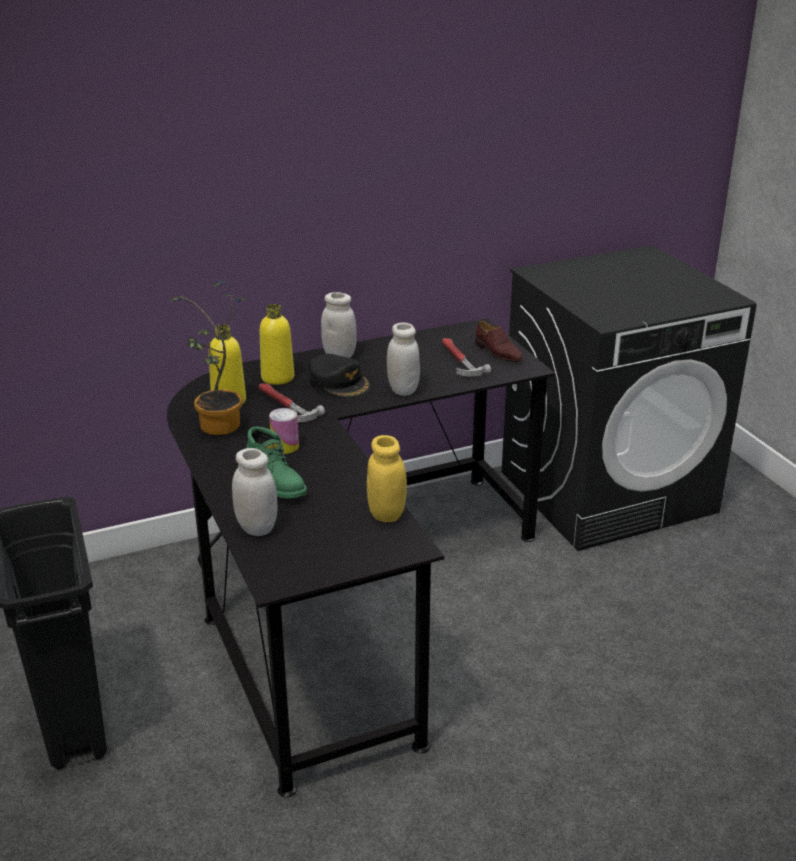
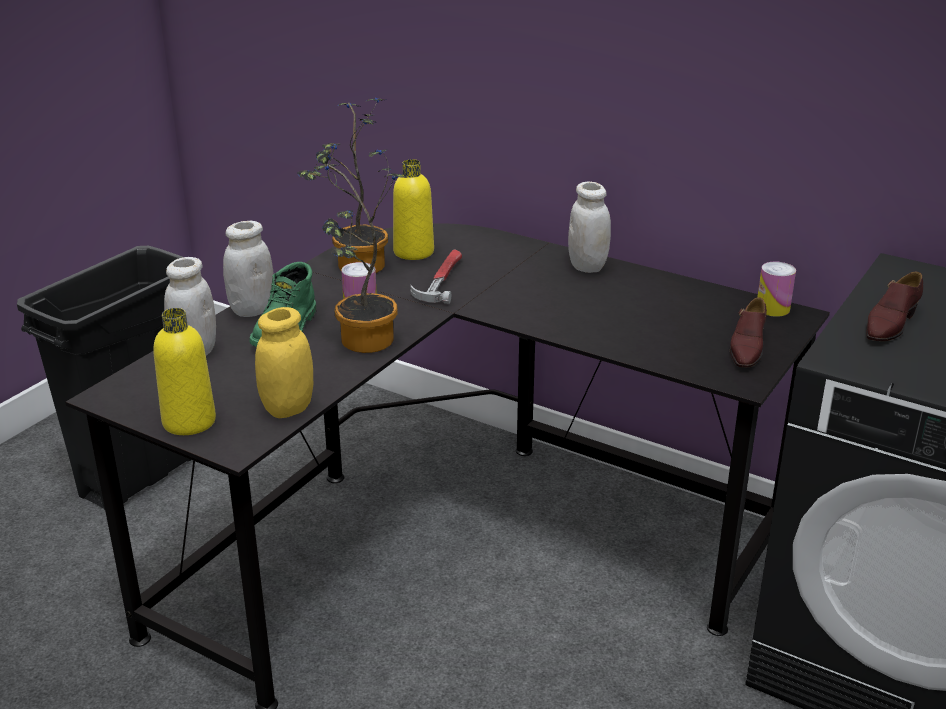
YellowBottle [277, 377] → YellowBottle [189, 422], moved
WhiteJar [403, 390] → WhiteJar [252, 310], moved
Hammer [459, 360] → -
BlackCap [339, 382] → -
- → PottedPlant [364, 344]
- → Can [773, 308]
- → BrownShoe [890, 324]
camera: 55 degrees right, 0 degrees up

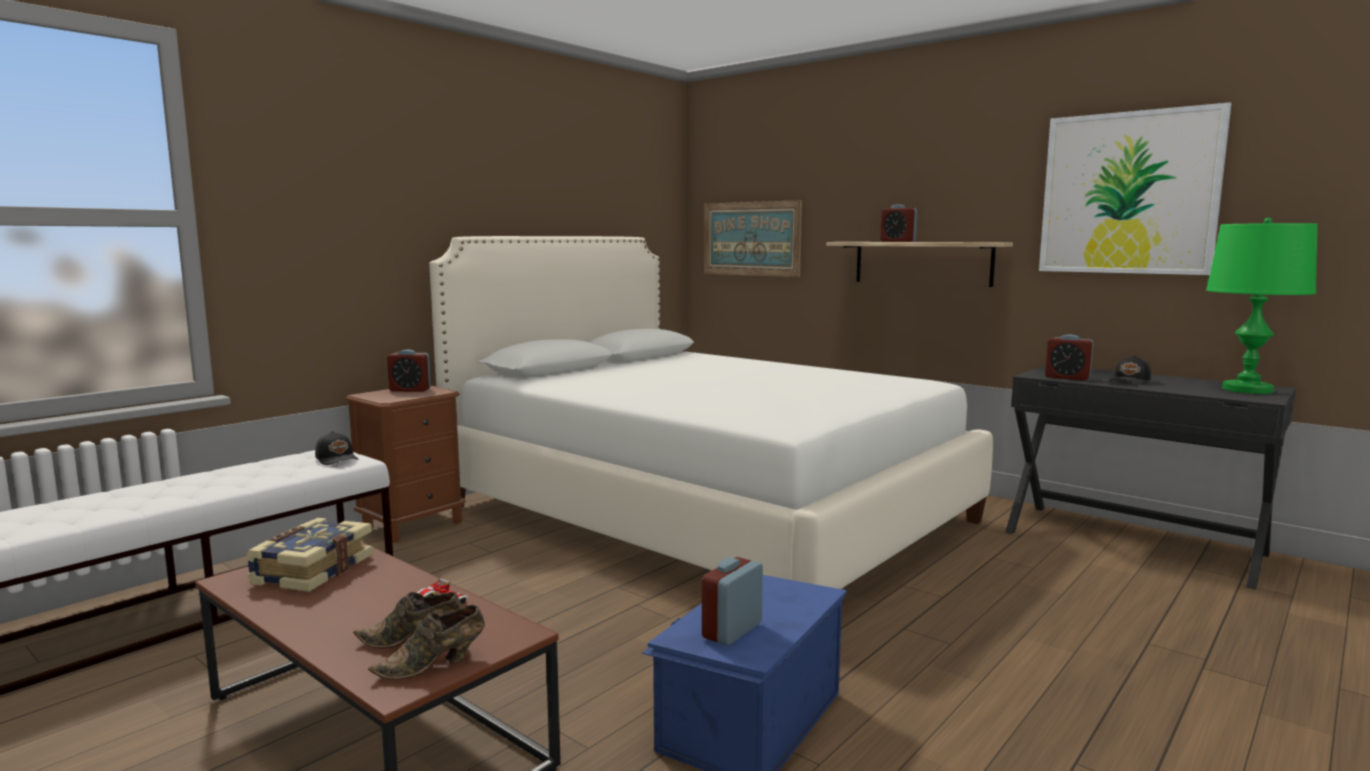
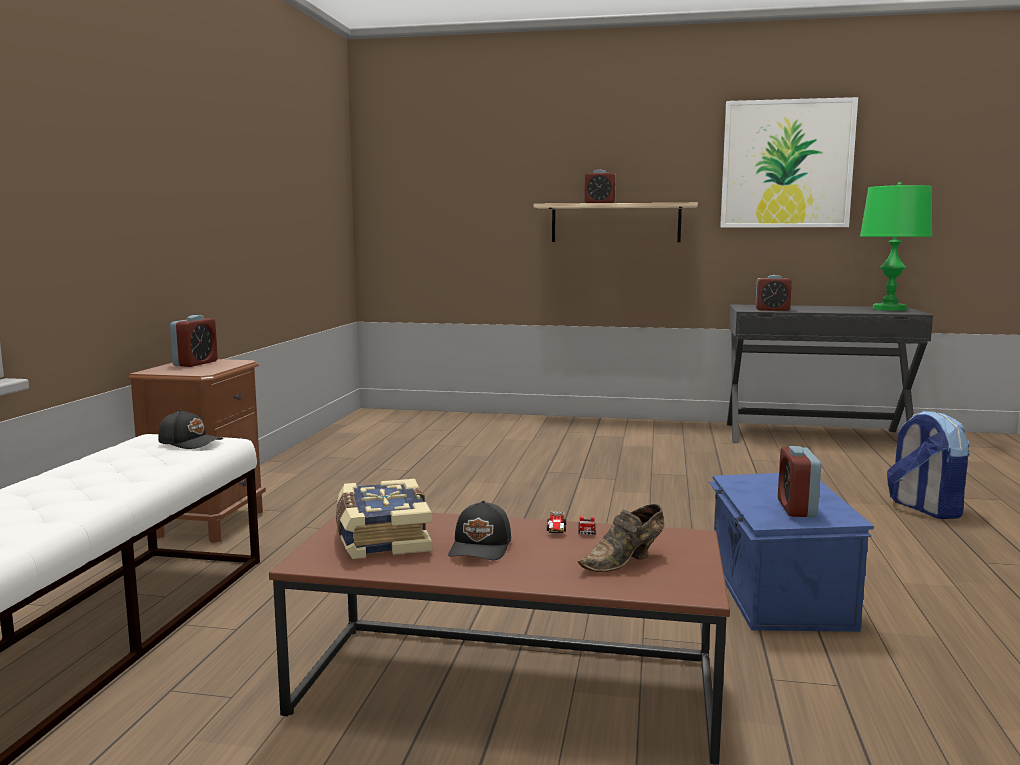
Picture [751, 239] → -
WhiteBed [706, 513] → -
AlarmClock [410, 390] → AlarmClock [195, 363], 45 degrees counterclockwise
BlackCap [1131, 381] → BlackCap [481, 547], moved
BrownShoe [434, 665] → -
- → Backpack [924, 508]
camera: 30 degrees left, 0 degrees up

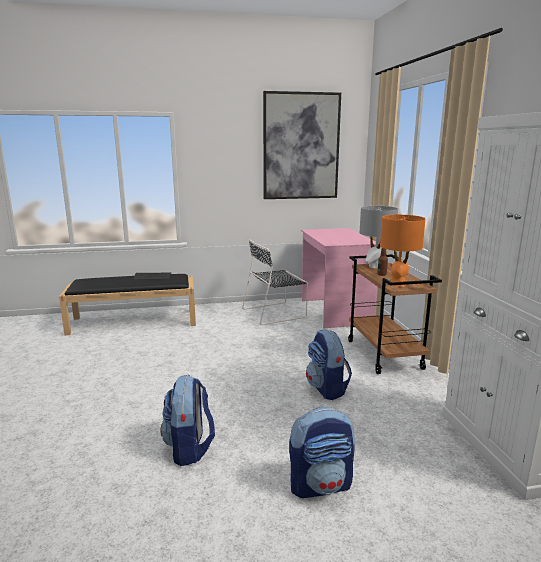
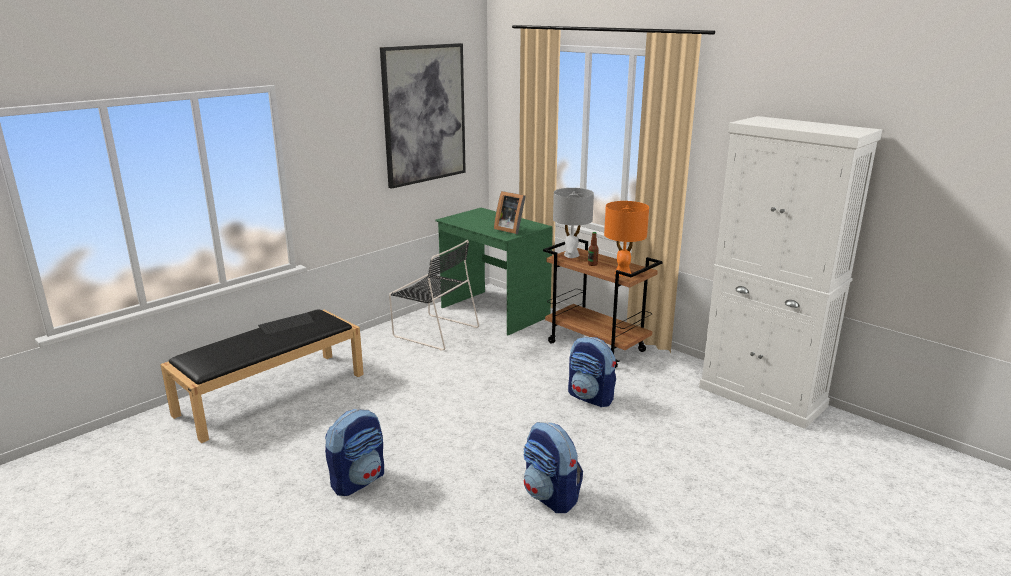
PinkDesk [334, 311] → GreenDesk [493, 312]
BlackChair [275, 313] → BlackChair [434, 331], 90 degrees counterclockwise
Backpack [321, 485] → Backpack [358, 480], moved
- → PictureFrame [510, 229]
camera: 35 degrees left, 5 degrees up

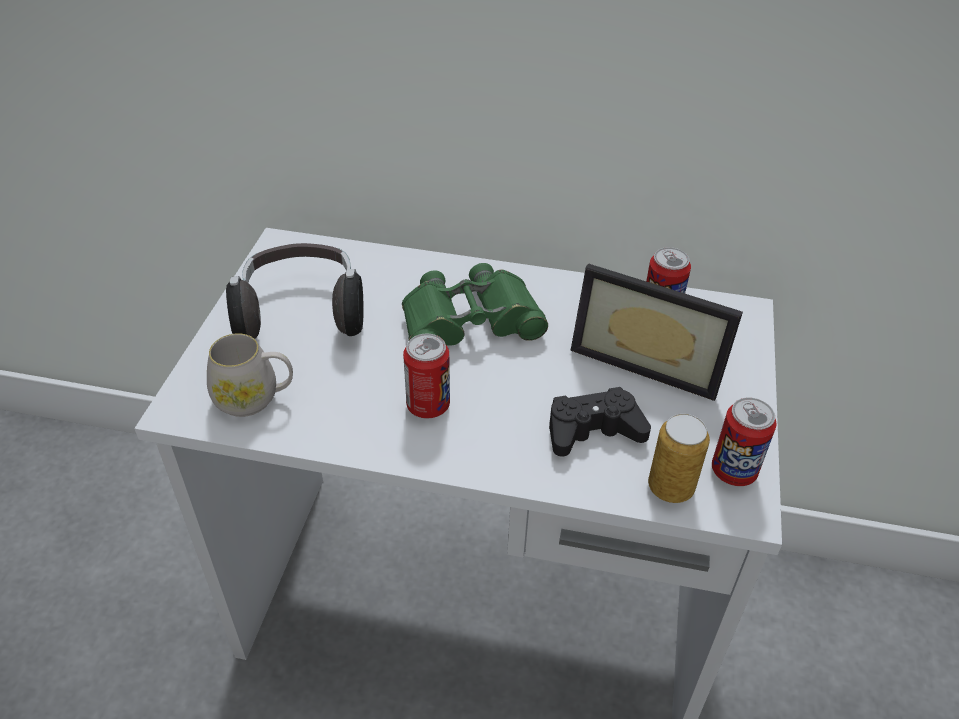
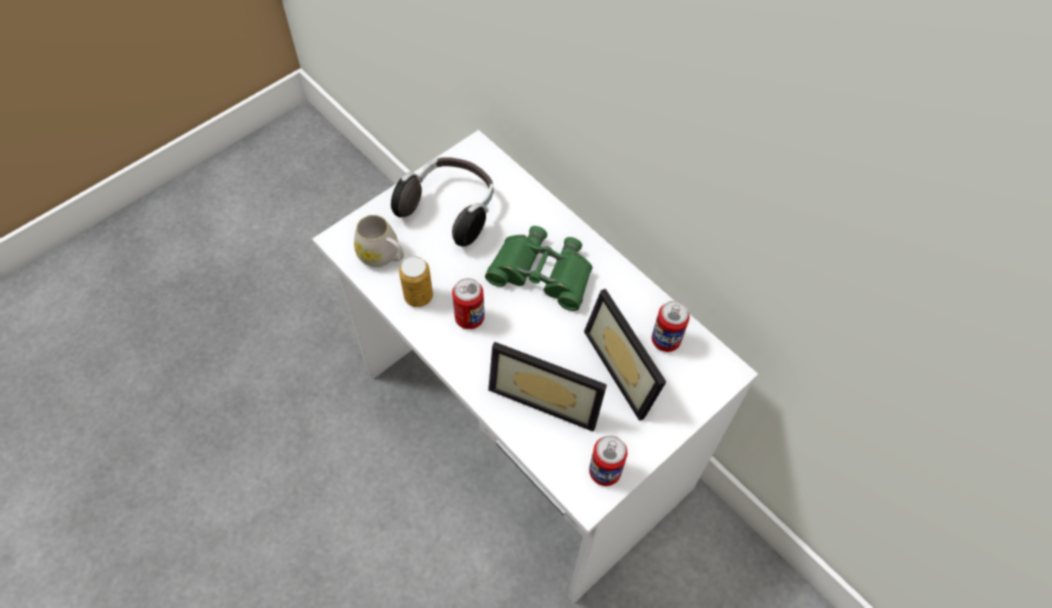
BlackGameController [593, 430] → PictureFrame [548, 393]
Can [670, 487] → Can [418, 296], moved
camera: 35 degrees right, 15 degrees up

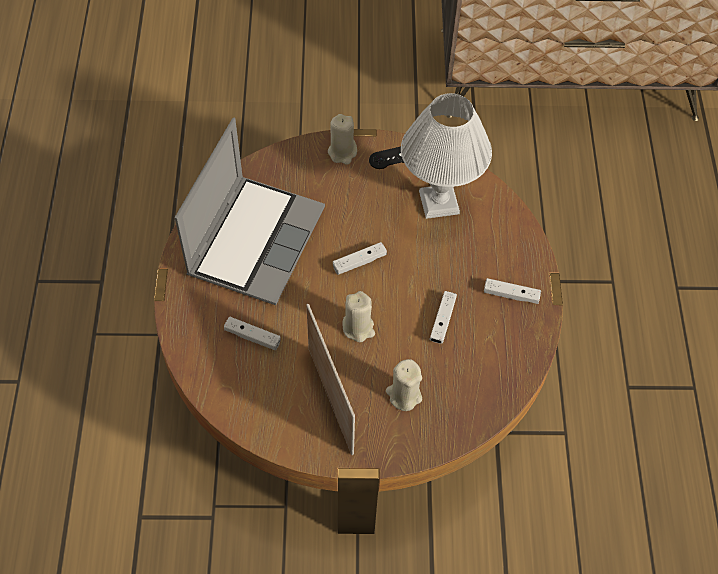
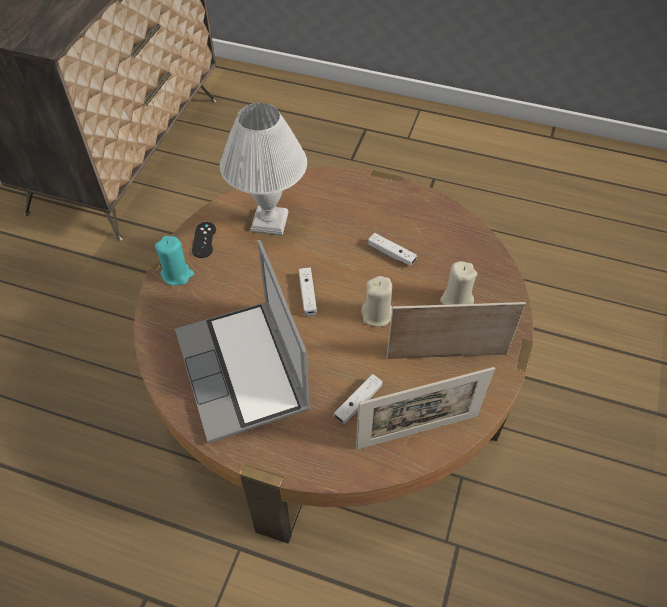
BeigeCandle [342, 152] → TurquoiseCandle [177, 274]
Laptop [255, 239] → Laptop [244, 372], 150 degrees counterclockwise
WhiteGameController [511, 295] → -
- → PictureFrame [417, 431]
camera: 70 degrees left, 5 degrees down

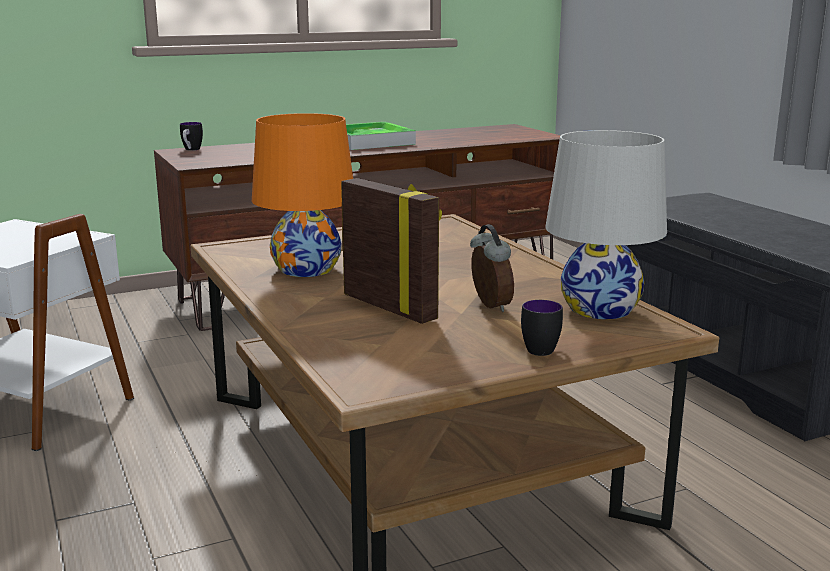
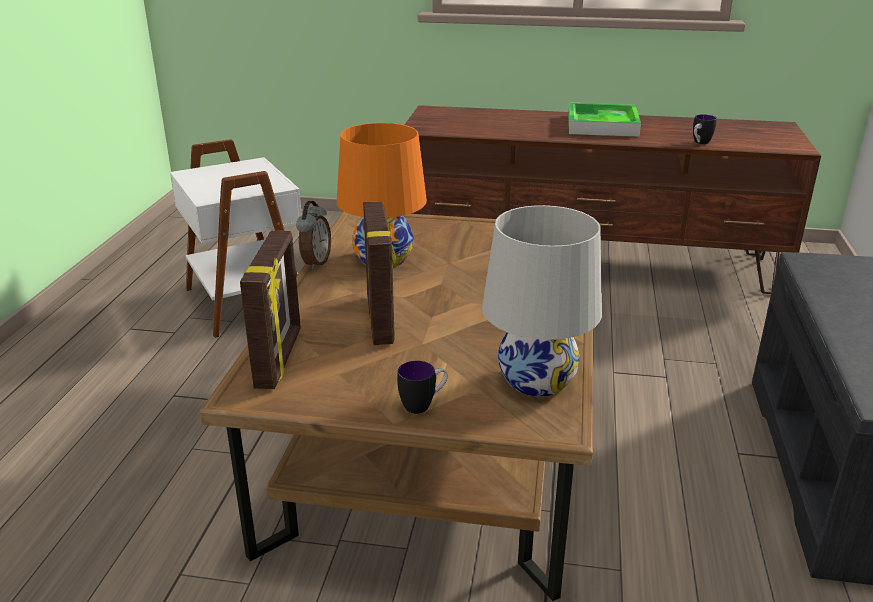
Mug [191, 150] → Mug [699, 143], moved
AlarmClock [489, 306] → AlarmClock [315, 262], moved
- → PictureFrame [280, 358]
camera: 35 degrees right, 10 degrees up

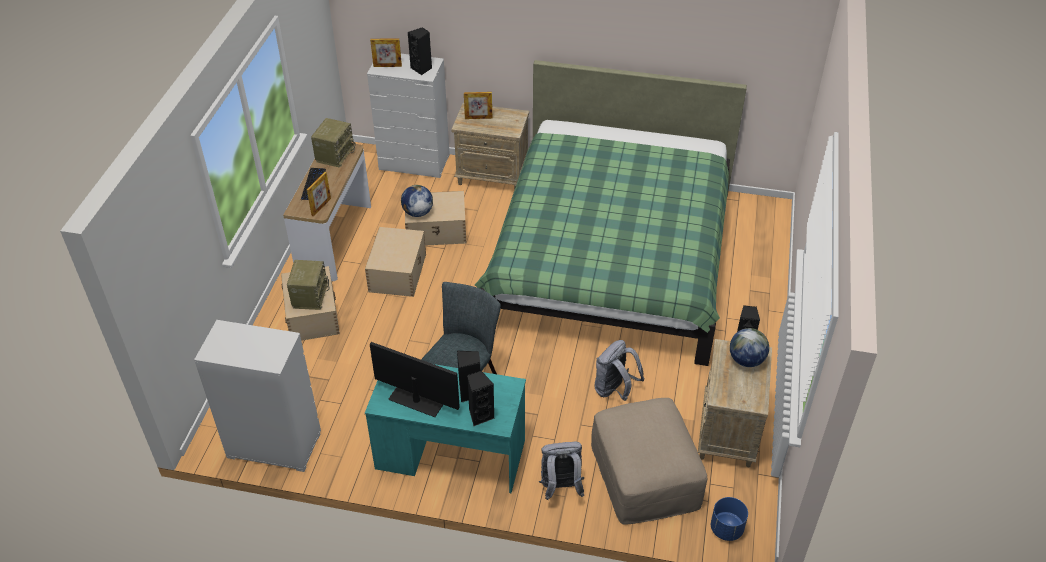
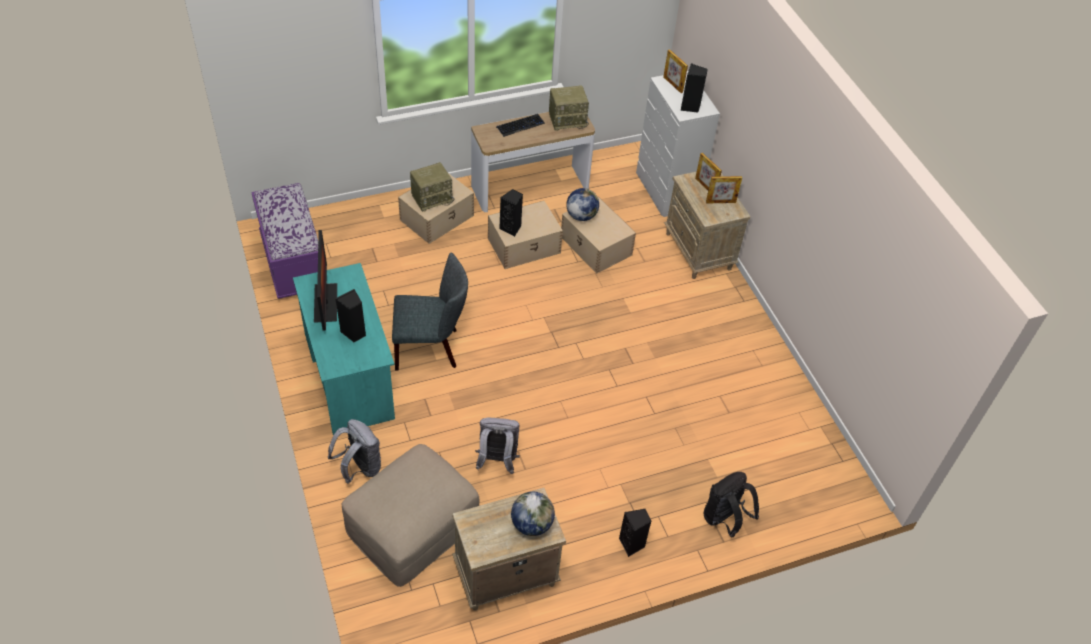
GreenBed [611, 258] → -
PictureFrame [321, 207] → PictureFrame [720, 202], moved
WhiteDresser [274, 444] → PurpleBench [292, 262]
BlackSpeaker [480, 415] → BlackSpeaker [511, 228], moved
BluePlanter [726, 529] → -
- → BlackBackpack [724, 519]
camera: 55 degrees right, 5 degrees up

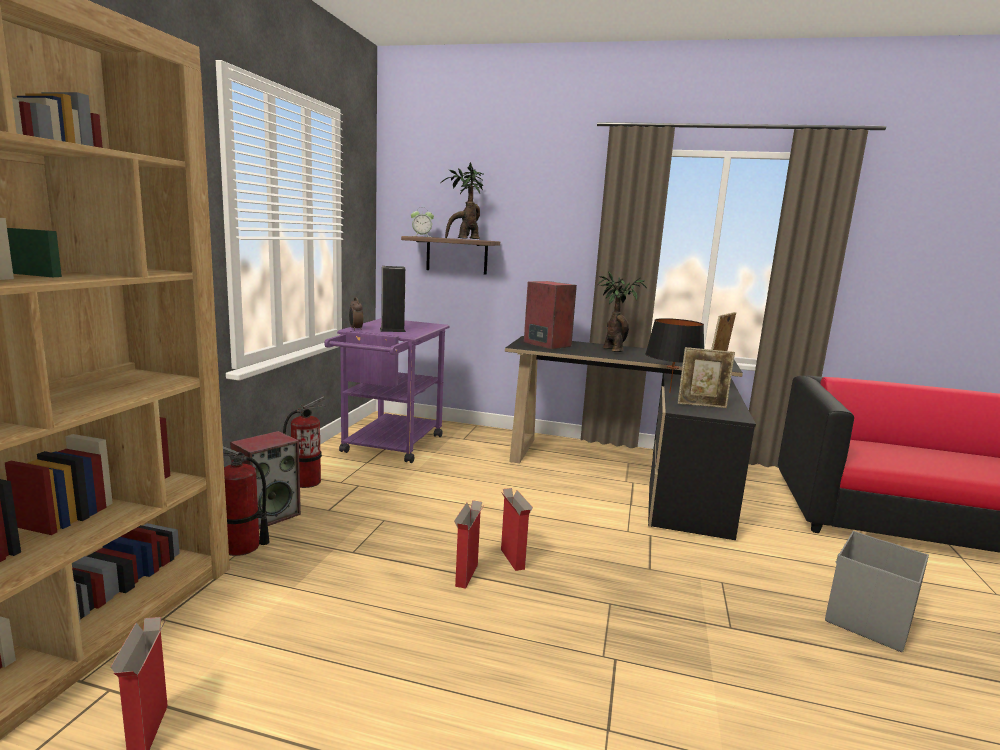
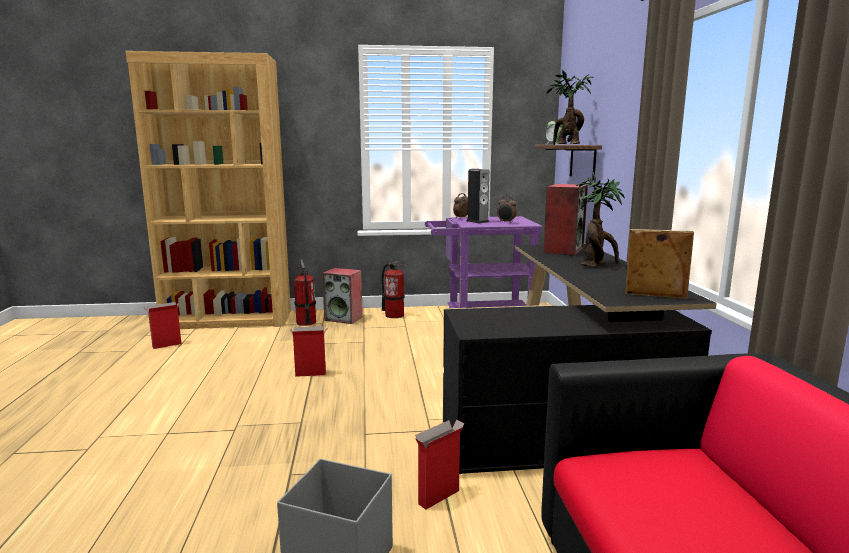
BlackTableLamp [670, 392] → -
PictureFrame [702, 405] → -
CardboardBox [512, 558] → CardboardBox [439, 497], moved
- → AlarmClock [506, 222]
camera: 70 degrees right, 0 degrees up

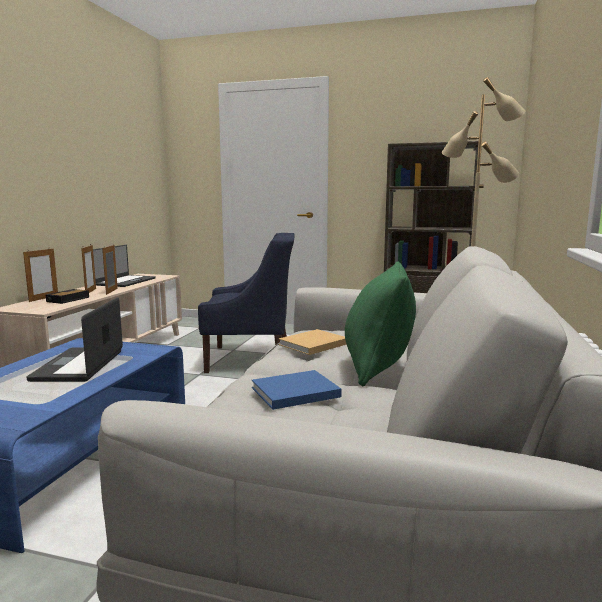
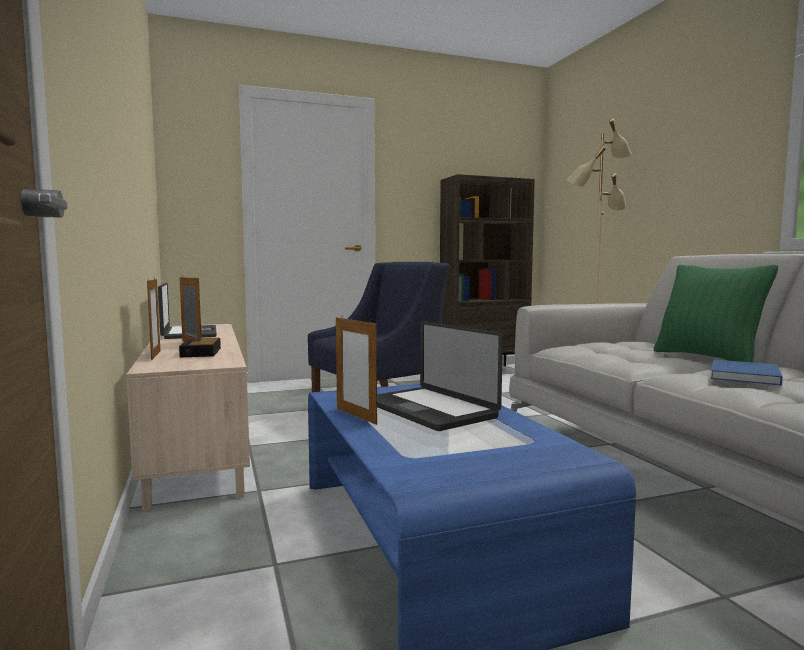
PictureFrame [112, 291] → PictureFrame [356, 416], moved
BeigeBook [312, 344] → -
camera: 35 degrees left, 5 degrees down

